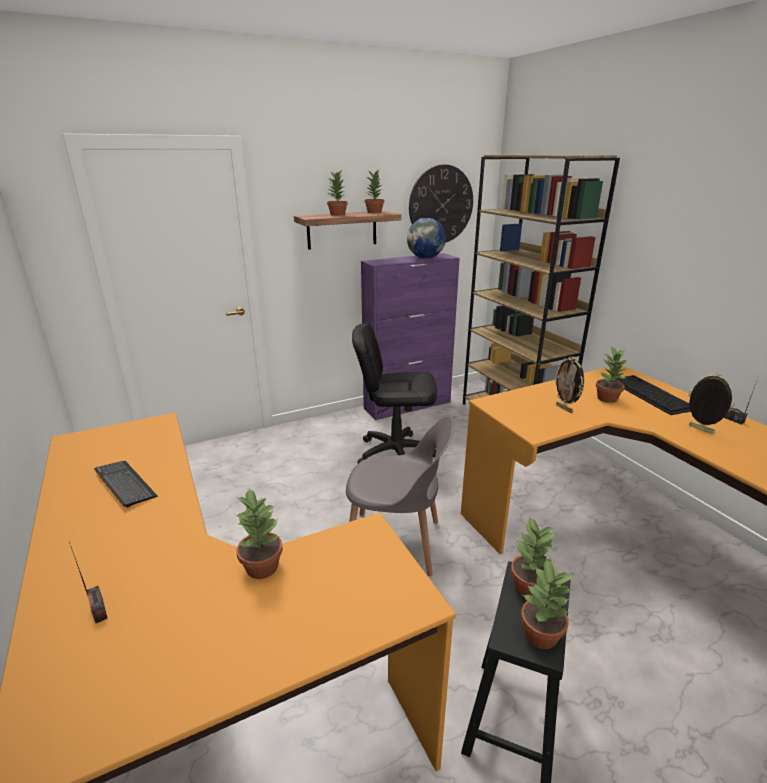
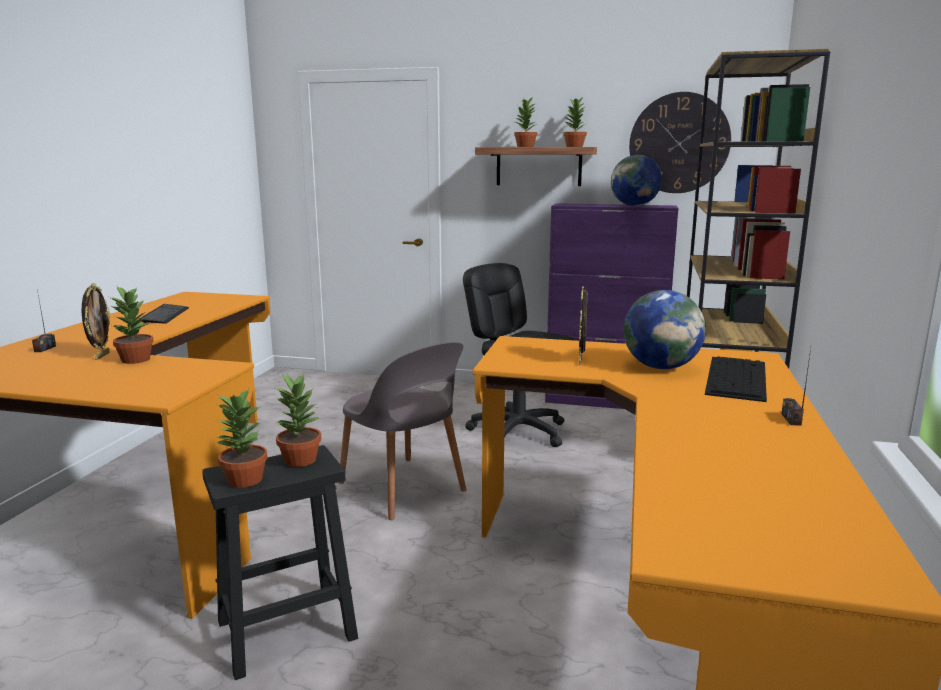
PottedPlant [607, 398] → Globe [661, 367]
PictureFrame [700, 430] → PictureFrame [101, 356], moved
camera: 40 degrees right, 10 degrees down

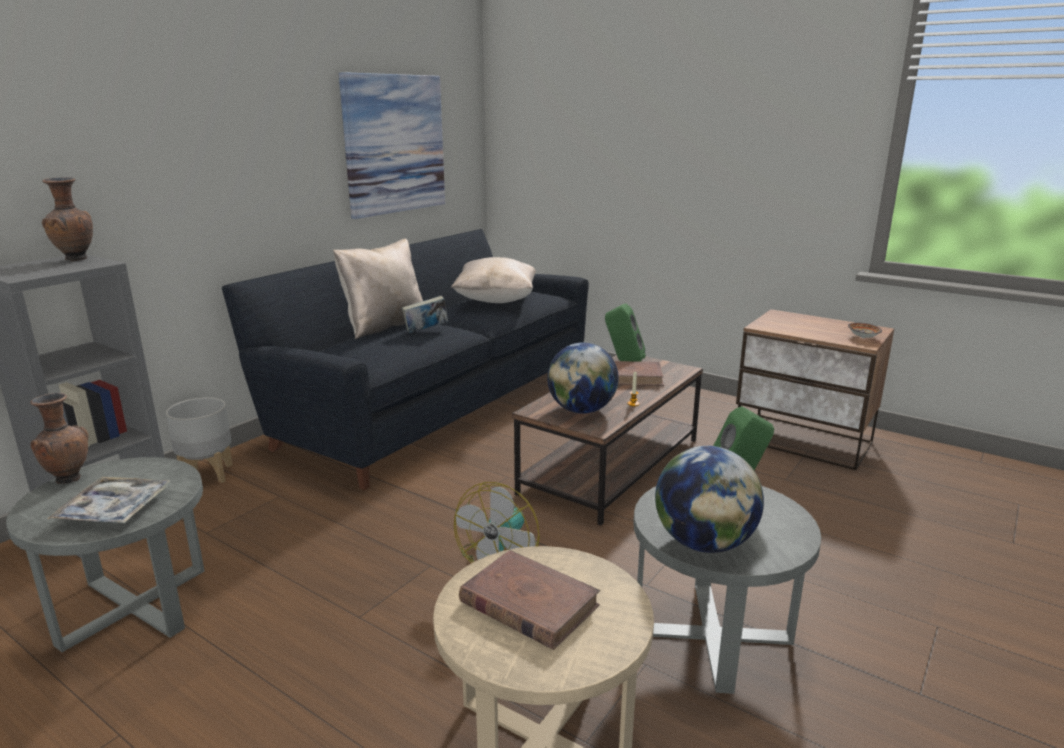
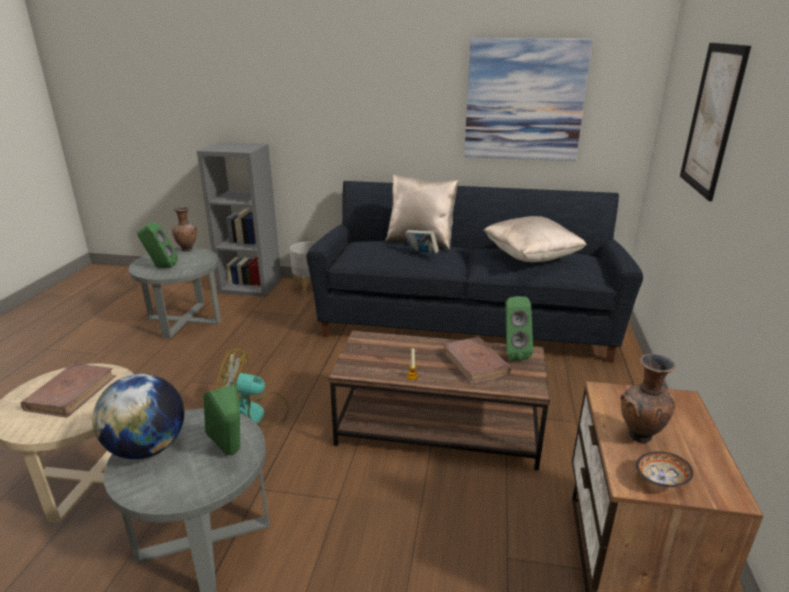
BrownVase [76, 260] → BrownVase [639, 437], moved
Globe [582, 410] → -
Tray [114, 509] → GreenSpeaker [160, 267]
- → Picture [712, 119]
camera: 65 degrees right, 5 degrees up

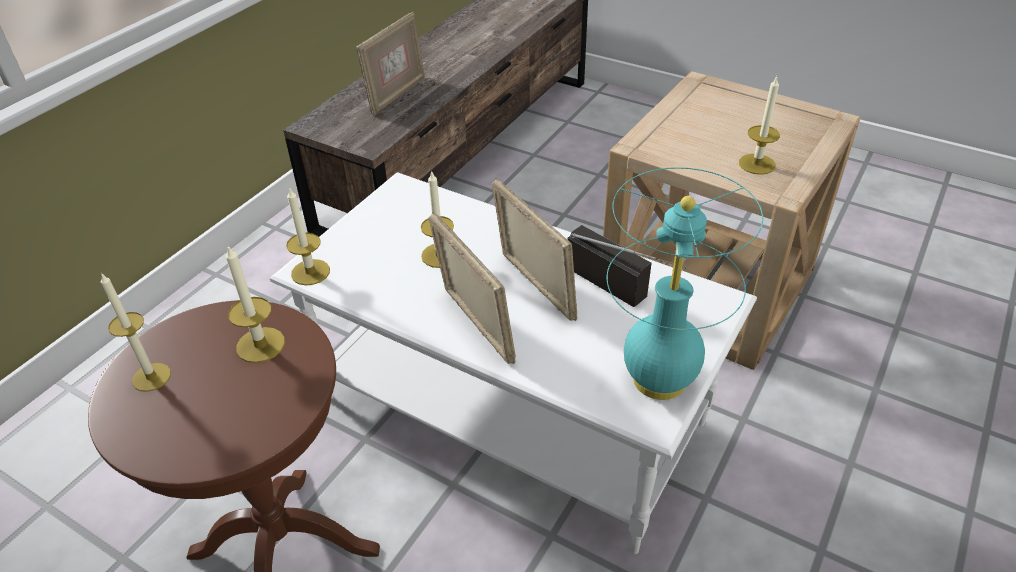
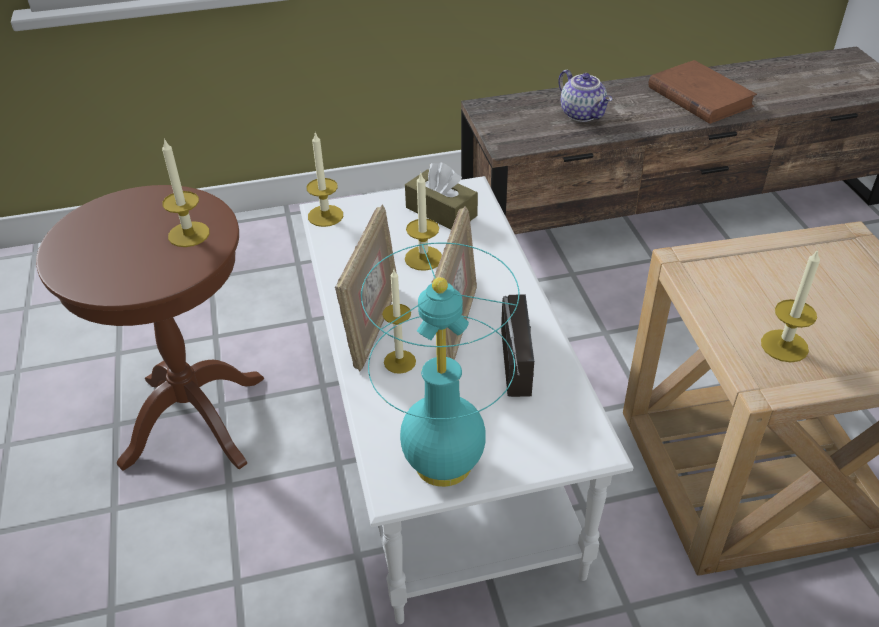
PictureFrame [396, 95] → Teapot [583, 114]
Candle [151, 377] → Candle [399, 361], moved
- → BrownBook [699, 97]
- → BrownTissueBox [441, 212]
camera: 45 degrees right, 0 degrees up

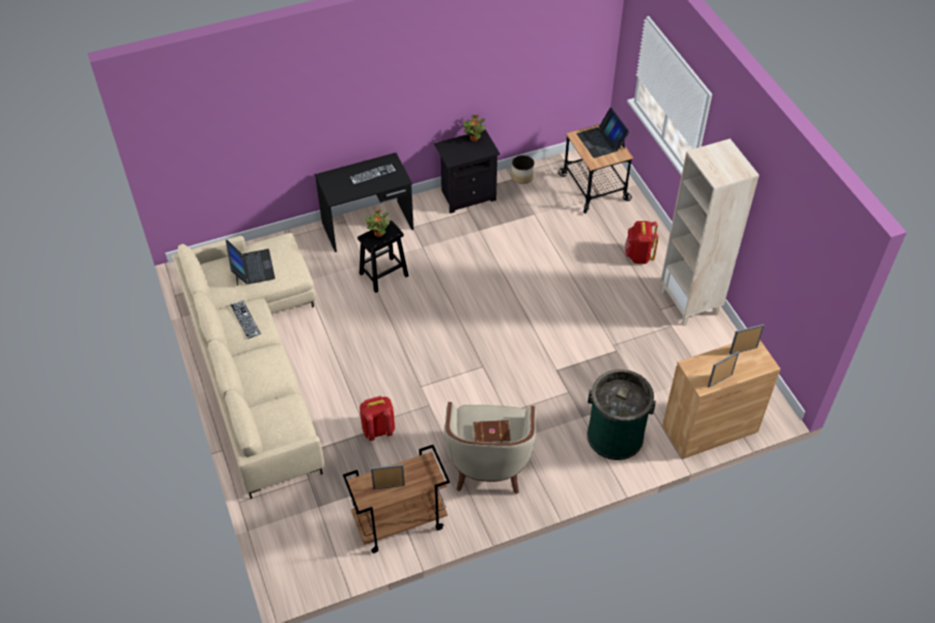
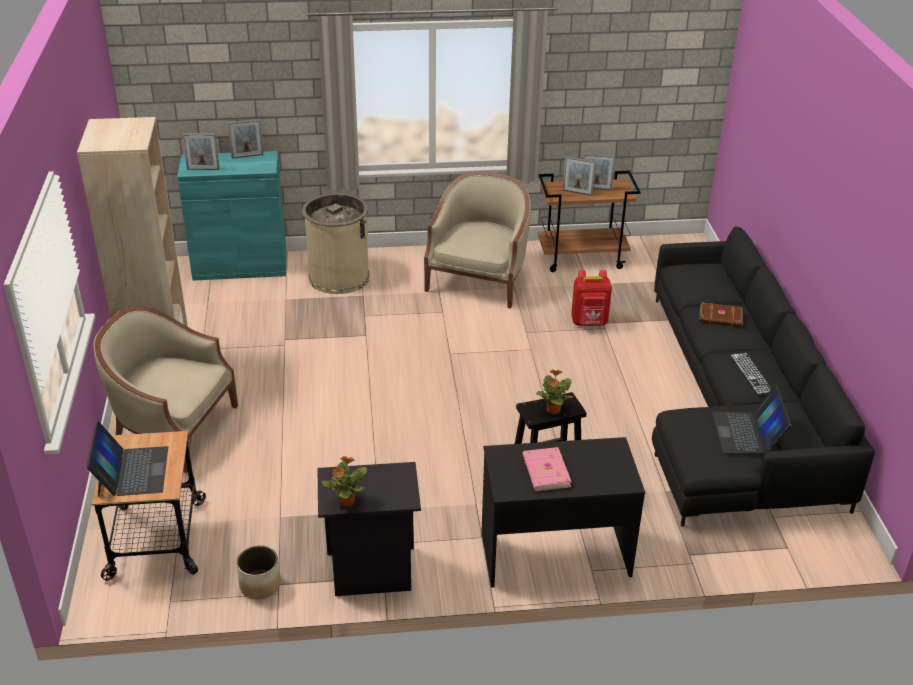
Keyboard [372, 174] → PinkBook [545, 472]
RedBackpack [638, 256] → BeigeArmchair [173, 429]
BeigeSofa [256, 361] → BlackSofa [734, 408]
BrownCabinet [710, 428] → TurquoiseCabinet [240, 266]
GreenTrashCan [615, 435] → BeigeTrashCan [339, 277]
BrownBook [491, 432] → BrownBook [721, 317], moved
- → PictureFrame [577, 192]
camera: 165 degrees left, 15 degrees down

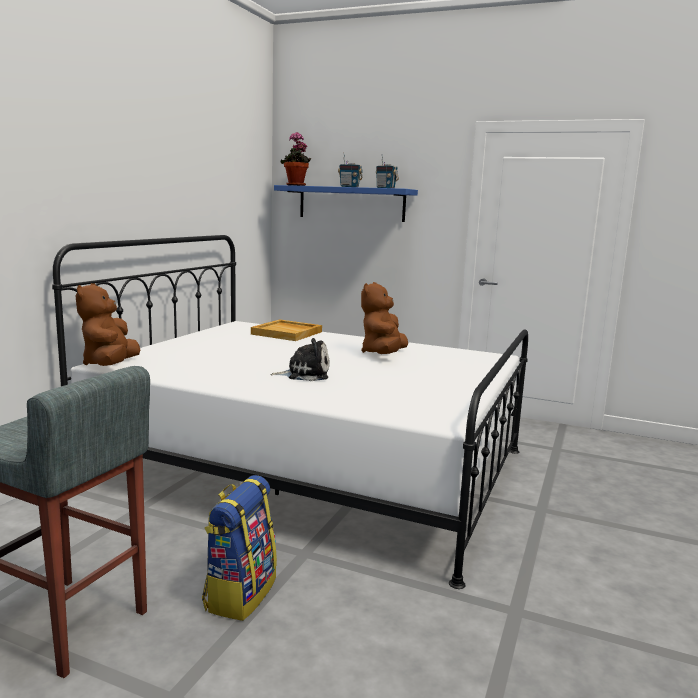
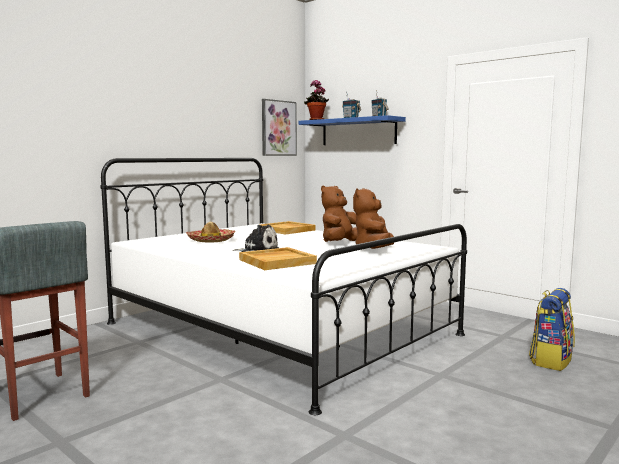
BrownPlushToy [110, 365] → BrownPlushToy [374, 250], moved
Backpack [240, 593] → Backpack [550, 360], moved
- → Picture [278, 128]
- → Hat [211, 240]
- → BeigeTray [277, 261]
camera: 20 degrees right, 5 degrees down

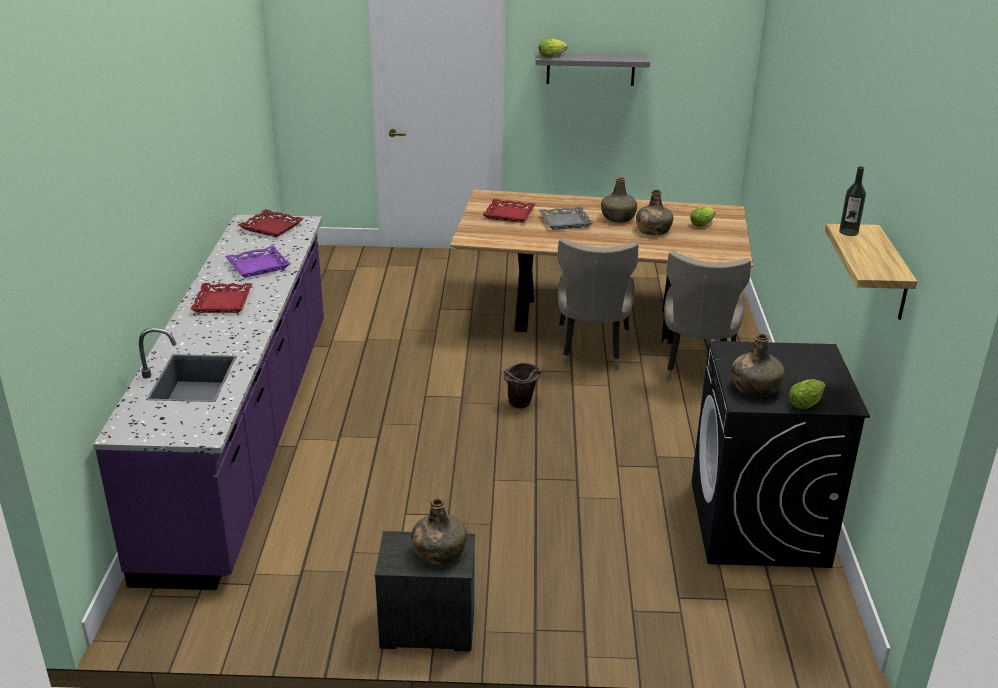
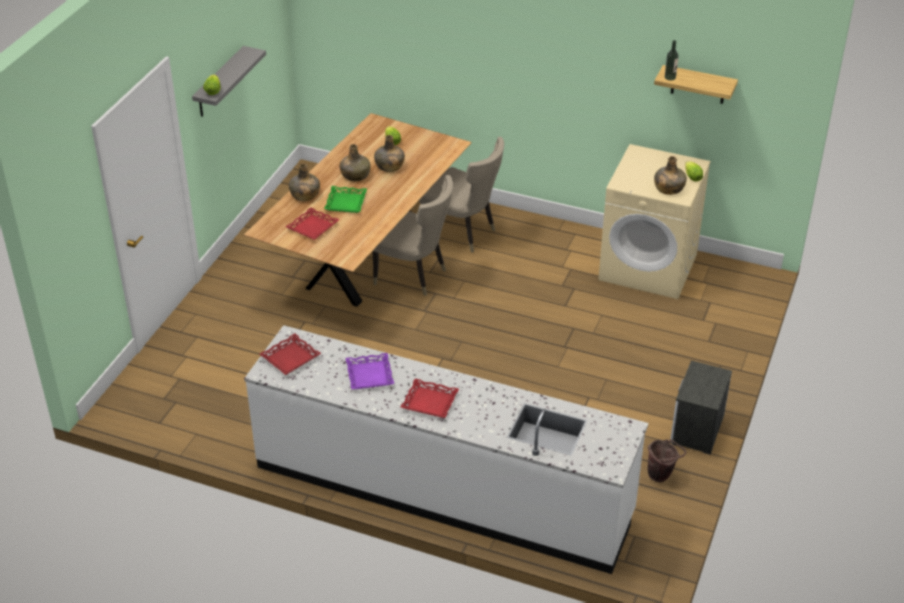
GreyTray [565, 222] → GreenTray [346, 202]
PurpleCounter [245, 437] → WhiteCounter [443, 490]
BlackWashingMachine [759, 524] → BeigeWashingMachine [649, 267]
BrownBucket [521, 406] → BrownBucket [662, 475], moved
GreenBottle [439, 552] → GreenBottle [304, 195], moved
camera: 70 degrees left, 10 degrees up

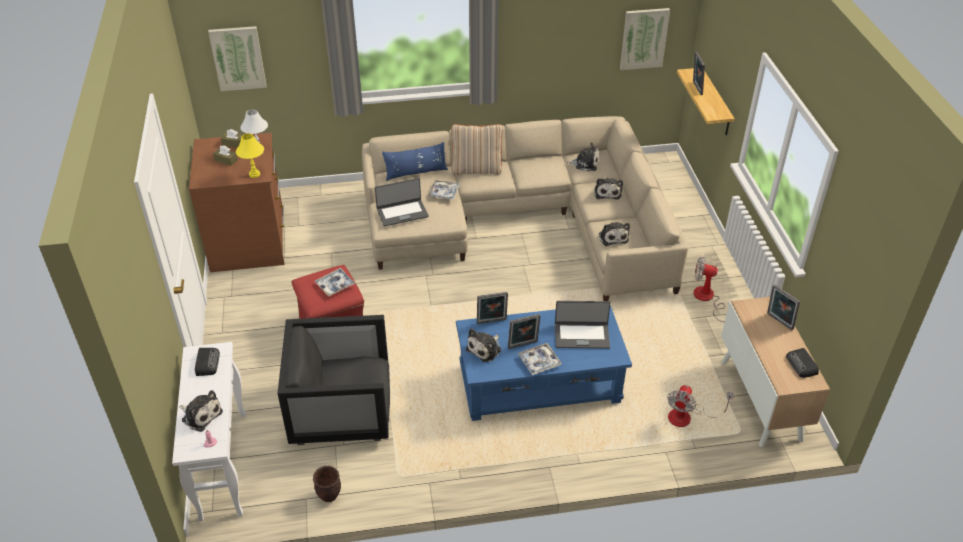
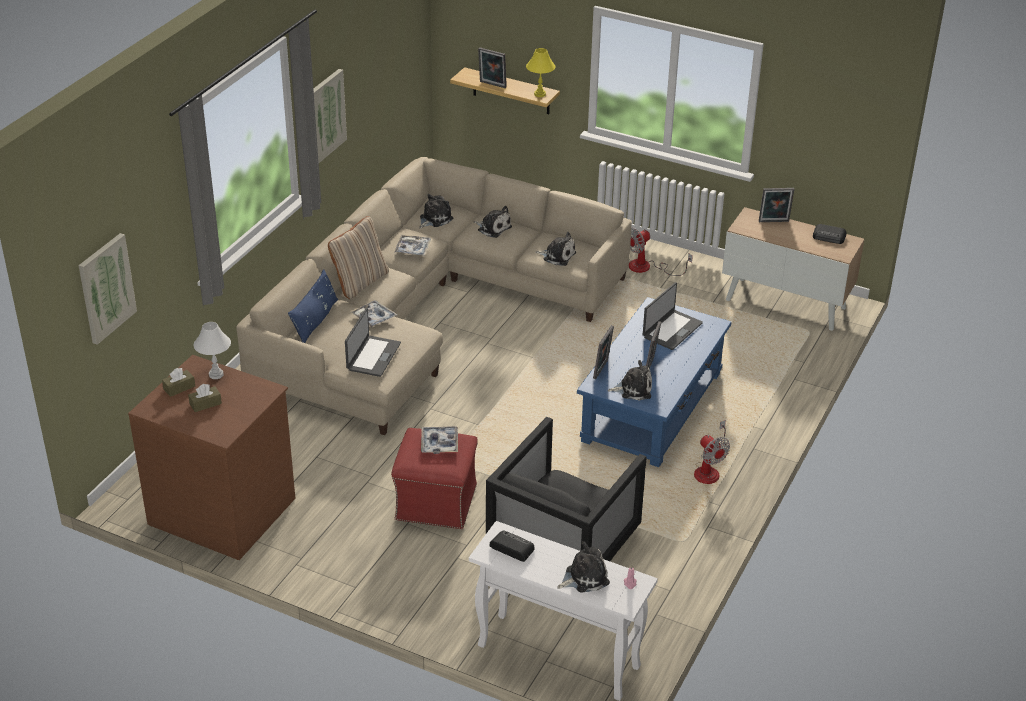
Picture [643, 38] → Picture [326, 115], moved
YellowTableLamp [254, 174] → YellowTableLamp [540, 94], moved
PlushToy [485, 349] → PlushToy [633, 389], 75 degrees counterclockwise
Tray [539, 362] → Tray [413, 249], moved
Fan [687, 417] → Fan [709, 470], moved
BrownPlanter [329, 496] → -
camera: 55 degrees left, 5 degrees down

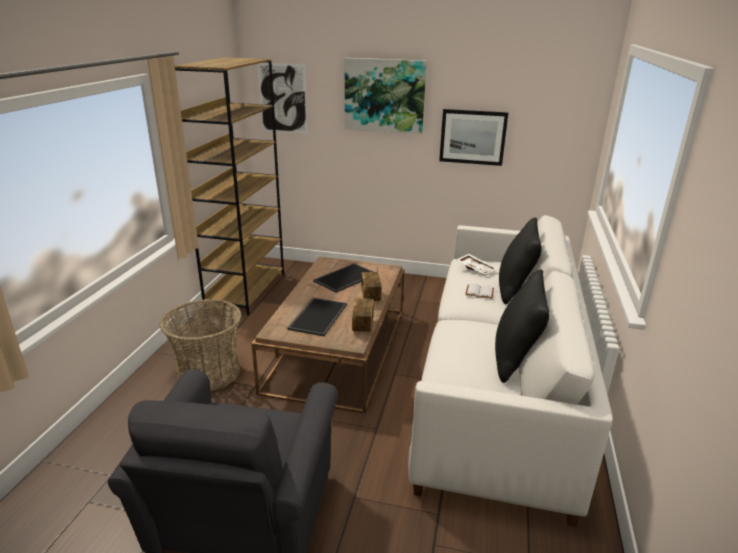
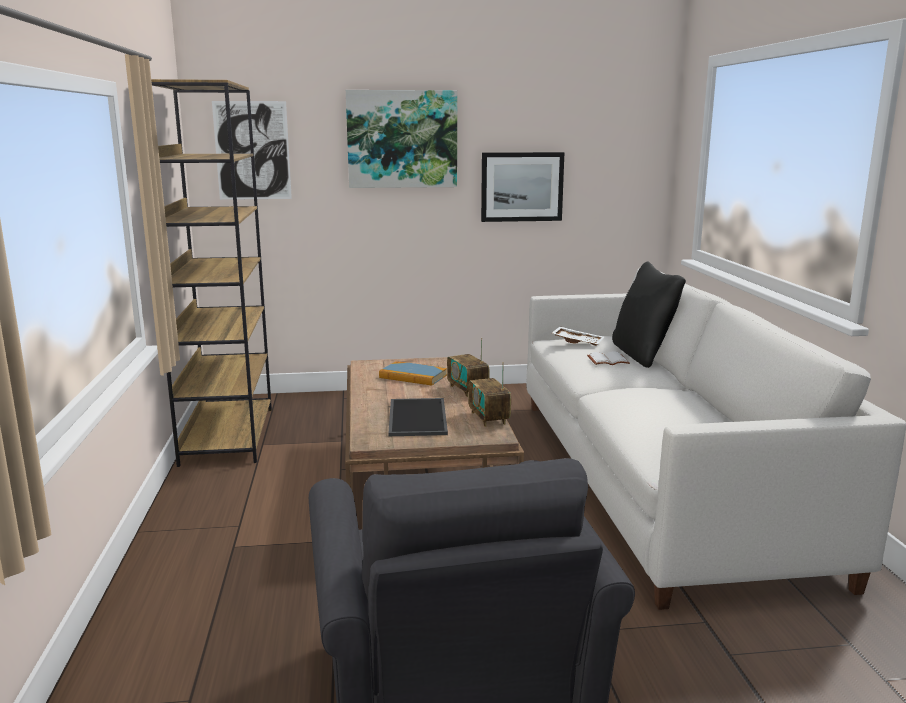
Tray [345, 278] → Book [413, 376]
BlackPillow [515, 359] → -
Basket [209, 372] → -
camera: 20 degrees left, 10 degrees down

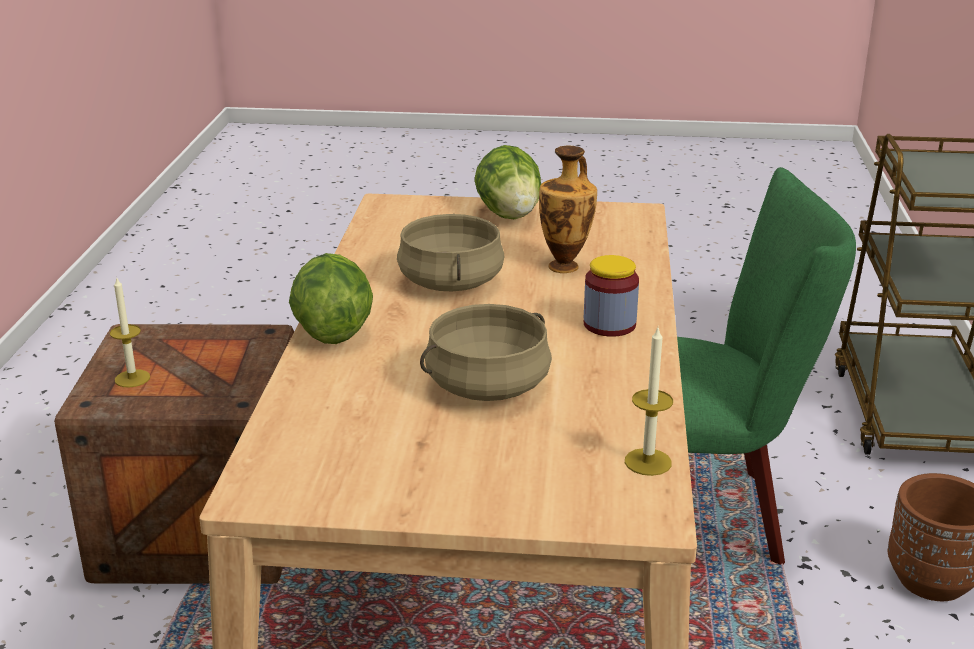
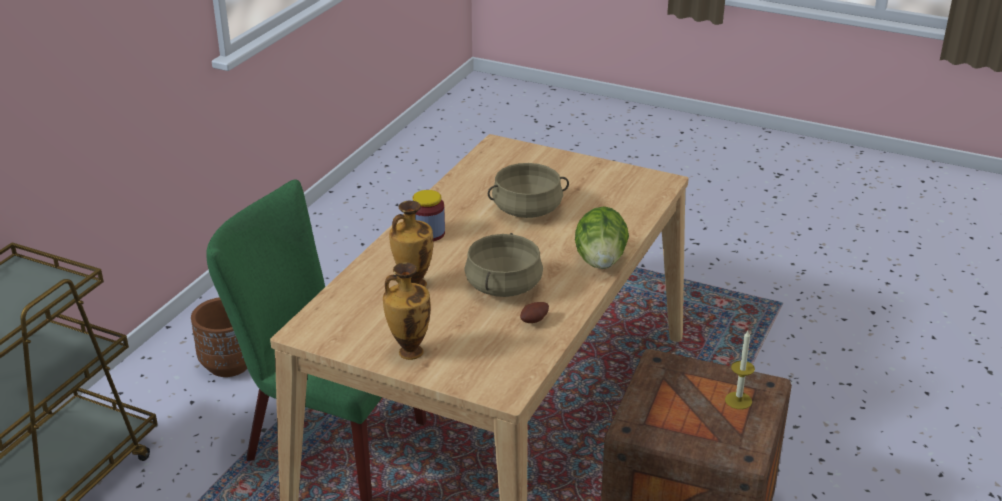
Lettuce [509, 215] → Vase [409, 351]
Candle [648, 462] → -
- → Potato [535, 321]
camera: 160 degrees left, 5 degrees up

